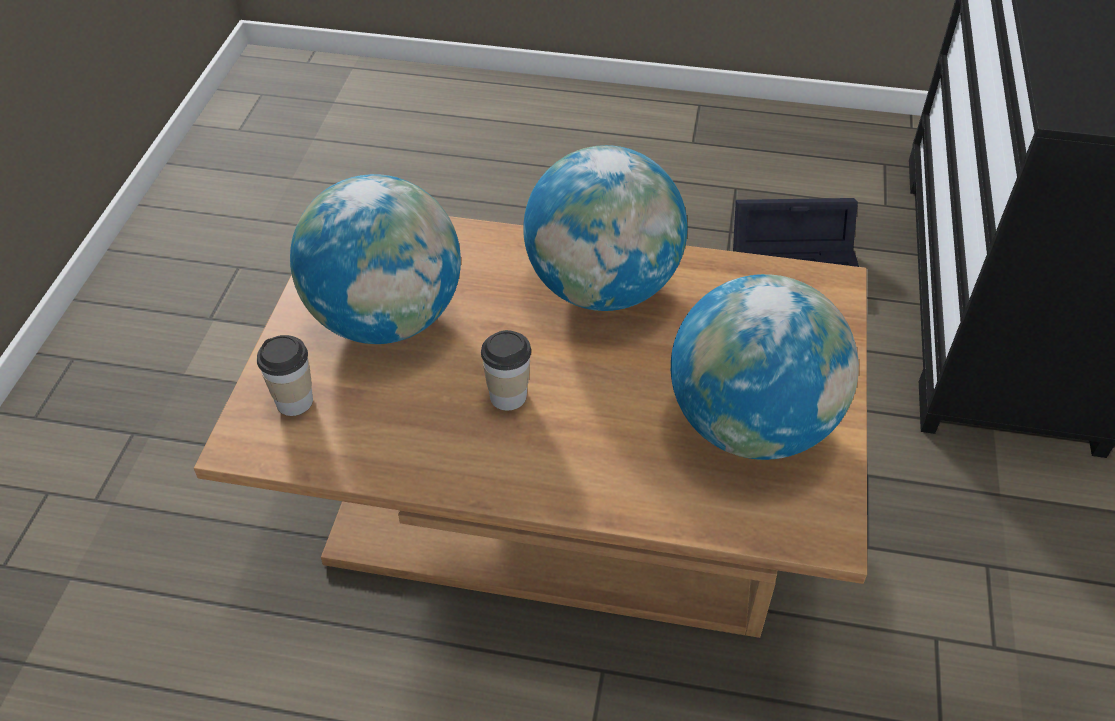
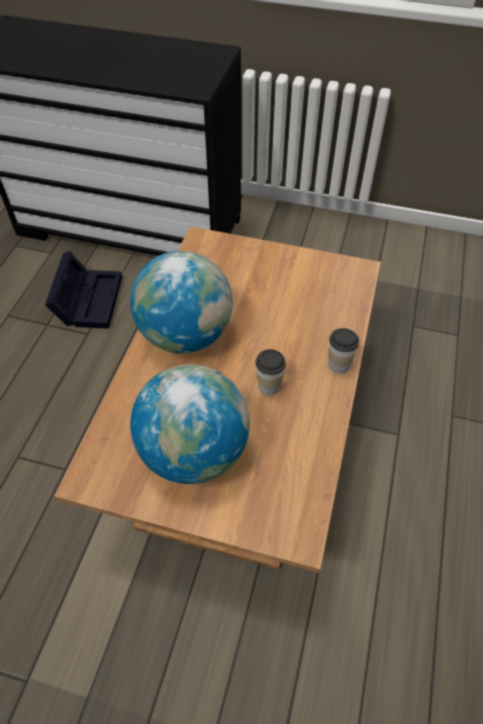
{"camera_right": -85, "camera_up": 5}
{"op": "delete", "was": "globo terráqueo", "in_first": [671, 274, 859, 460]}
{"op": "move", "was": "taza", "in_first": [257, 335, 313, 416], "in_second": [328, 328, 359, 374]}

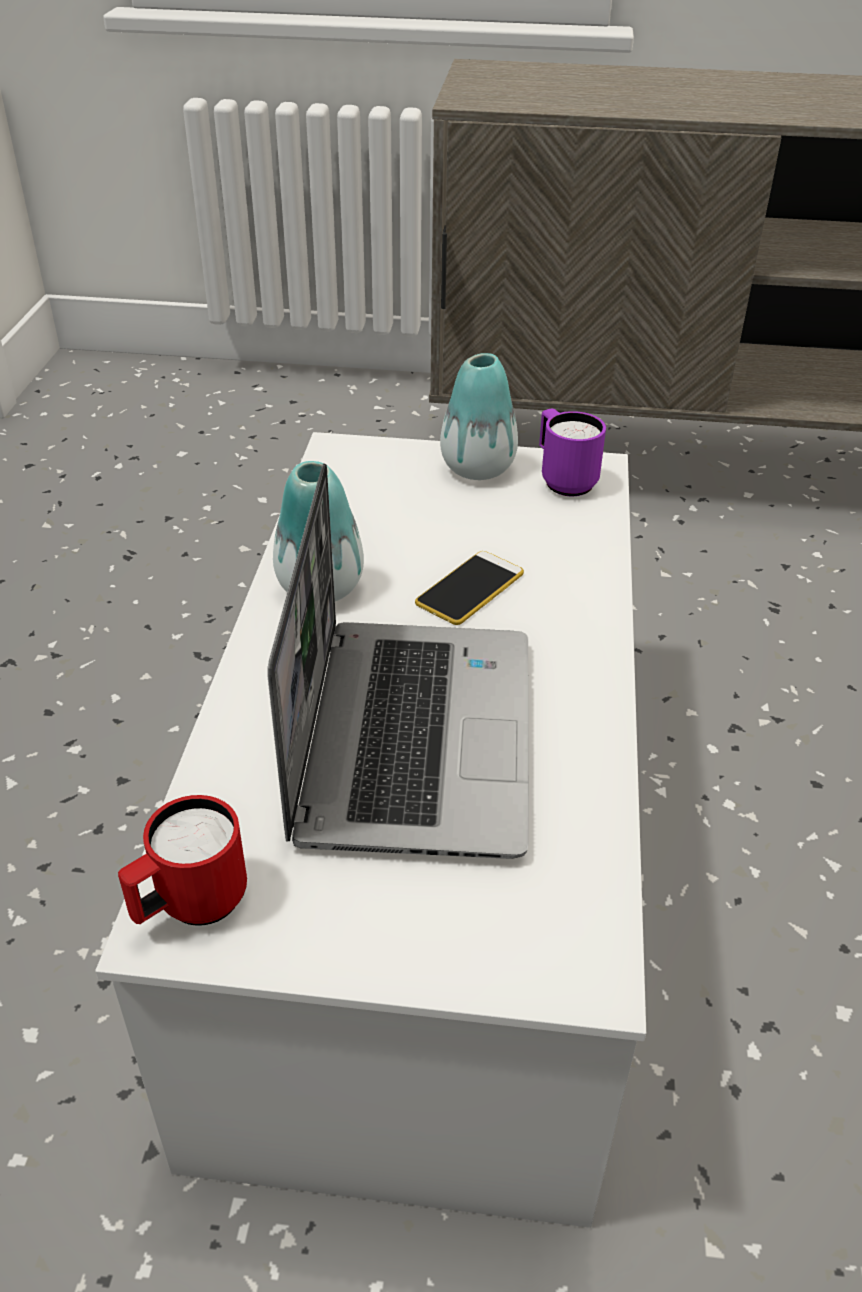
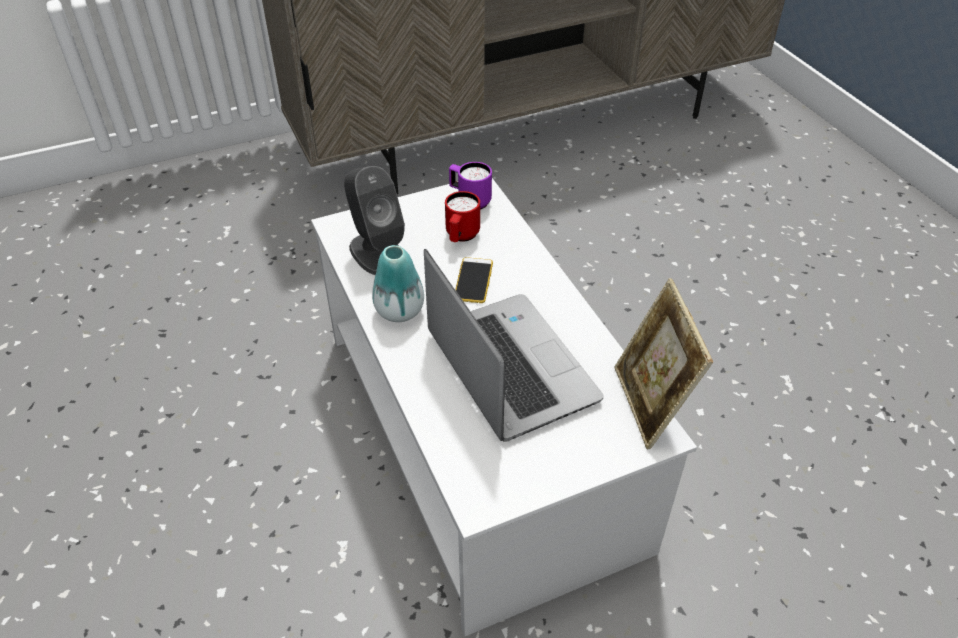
{"camera_right": -30, "camera_up": 5}
{"op": "delete", "was": "florero", "in_first": [440, 353, 518, 480]}
{"op": "move", "was": "taza grande [rojo]", "in_first": [118, 795, 247, 926], "in_second": [445, 191, 480, 242]}
{"op": "insert", "now": "altavoz [gris]", "in_second": [344, 166, 405, 275]}
{"op": "insert", "now": "portarretratos", "in_second": [614, 278, 713, 450]}

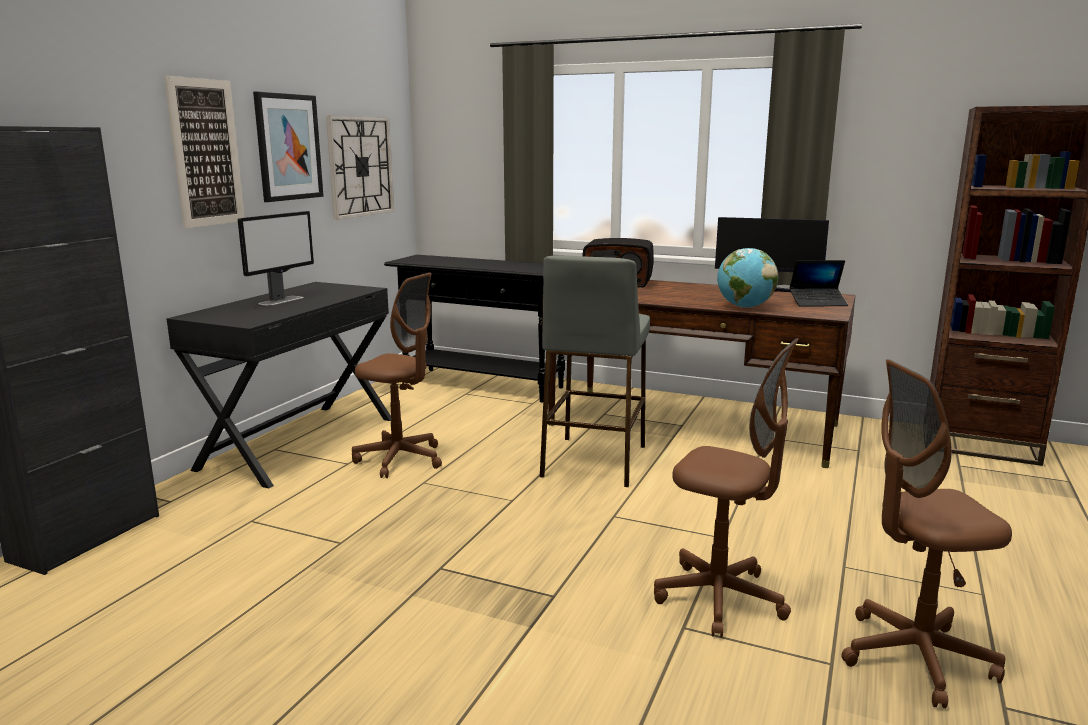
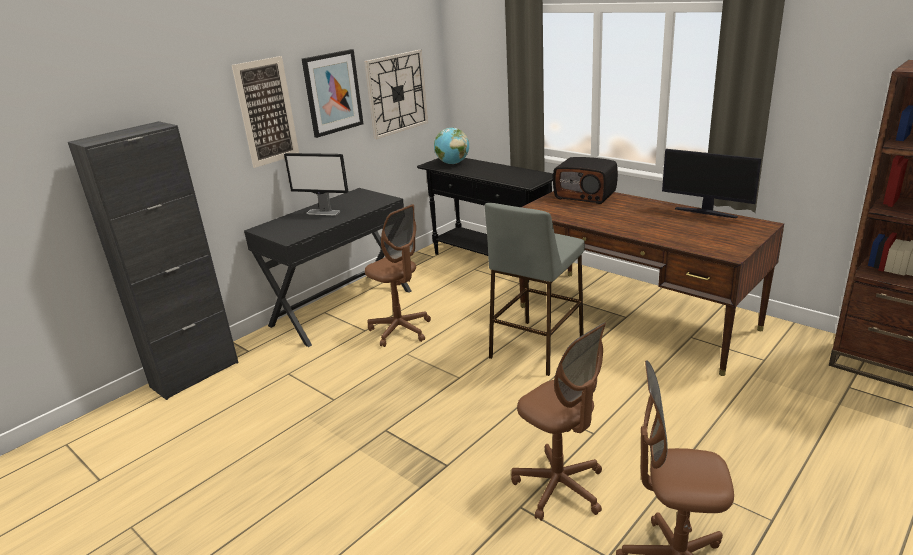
{"camera_right": 20, "camera_up": 10}
{"op": "rotate", "was": "monitor", "in_first": [238, 211, 314, 306], "in_second": [284, 153, 348, 215], "clockwise": 60}
{"op": "move", "was": "globo terráqueo", "in_first": [717, 248, 778, 308], "in_second": [434, 128, 469, 164]}
{"op": "delete", "was": "portátil", "in_first": [789, 260, 848, 307]}

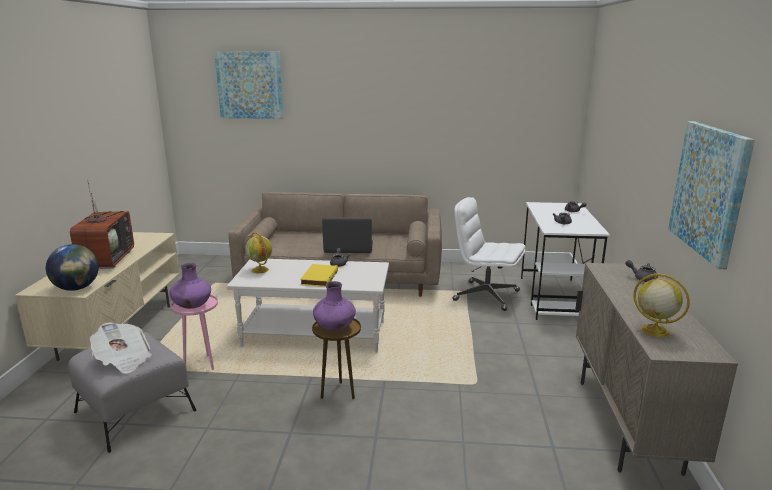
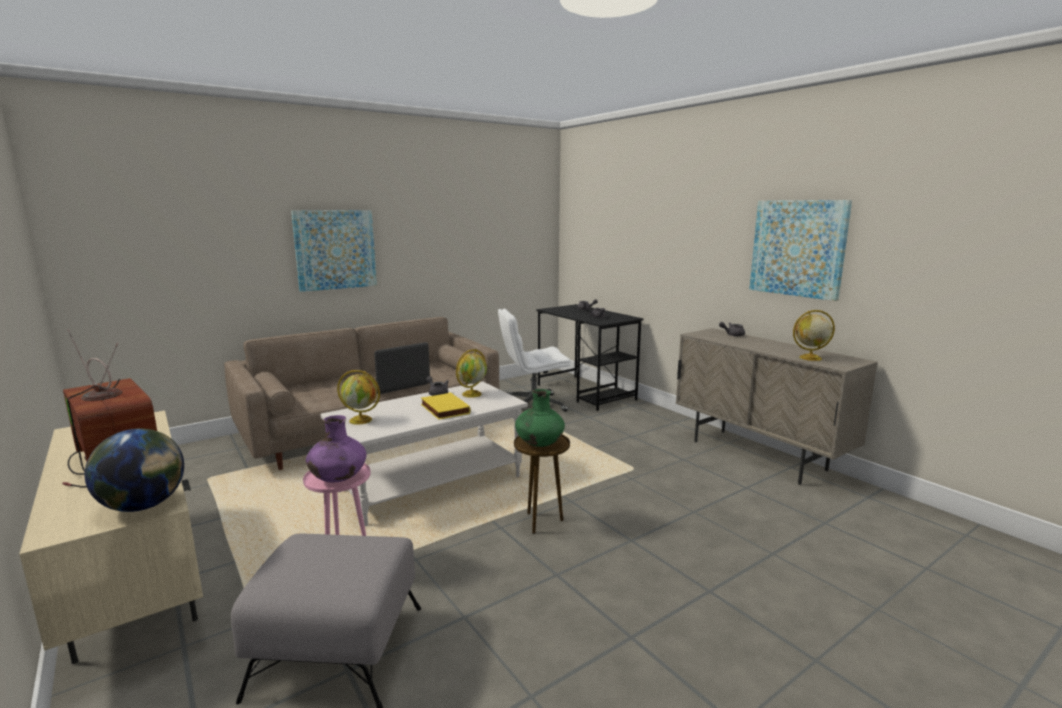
{"camera_right": -40, "camera_up": -5}
{"op": "move", "was": "cuadro", "in_first": [214, 51, 284, 119], "in_second": [291, 210, 377, 292]}
{"op": "recolor", "was": "escritorio [blanco]", "now": "escritorio [negro]", "in_first": [521, 202, 610, 320], "in_second": [536, 304, 644, 411]}
{"op": "recolor", "was": "florero [morado]", "now": "florero [verde]", "in_first": [313, 281, 356, 331], "in_second": [515, 389, 565, 447]}
{"op": "delete", "was": "periódico", "in_first": [90, 322, 152, 373]}
{"op": "insert", "now": "globo terráqueo", "in_second": [456, 349, 487, 398]}

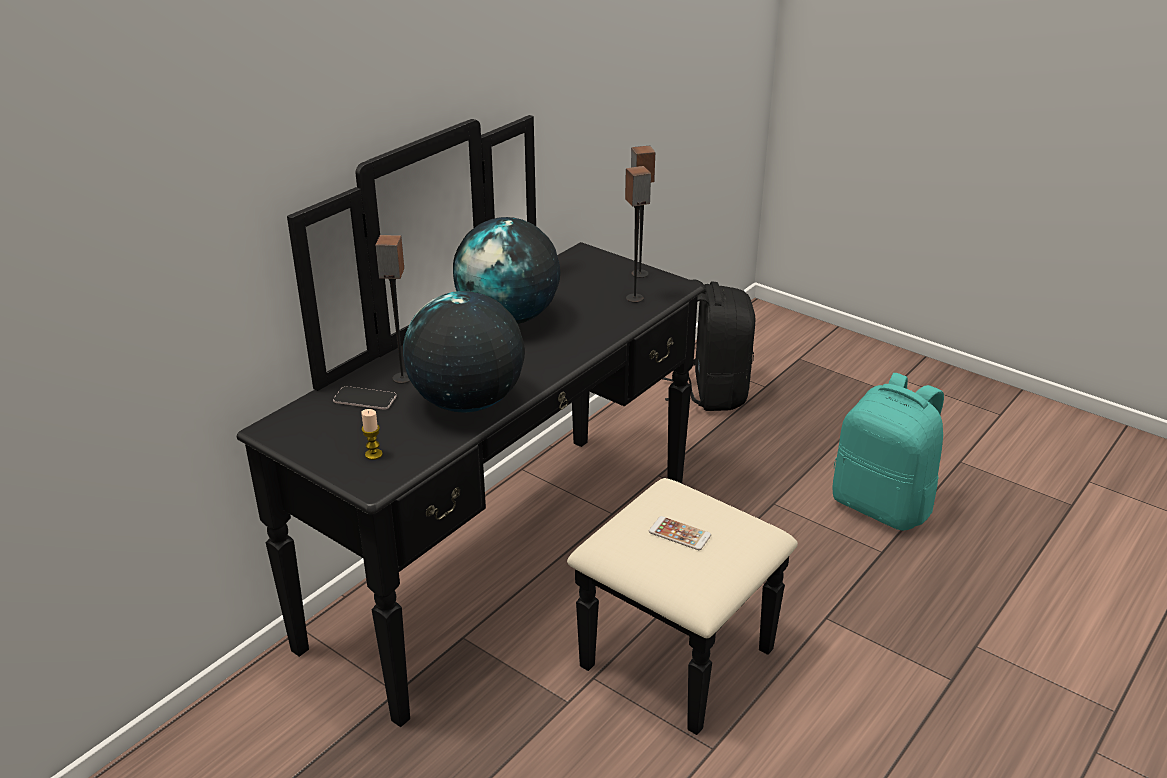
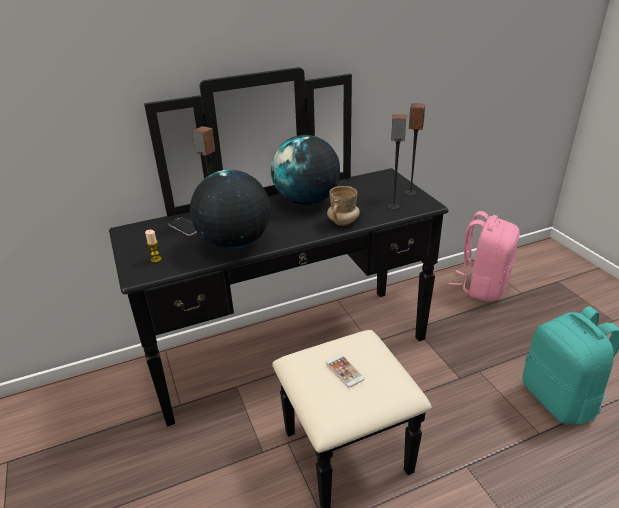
{"camera_right": 30, "camera_up": 0}
{"op": "recolor", "was": "mochila [negro]", "now": "mochila [rosa]", "in_first": [663, 280, 756, 411], "in_second": [449, 211, 520, 301]}
{"op": "insert", "now": "taza grande [beis]", "in_second": [327, 186, 360, 226]}

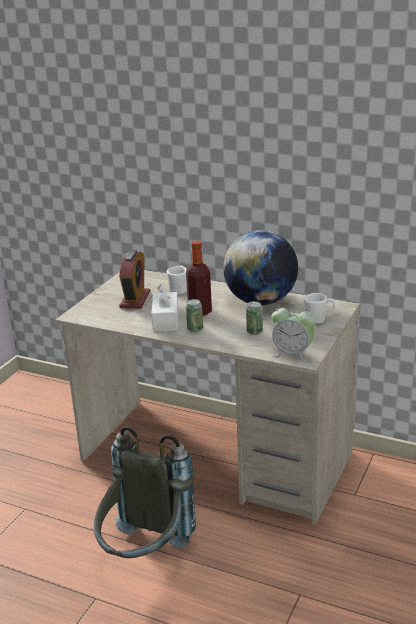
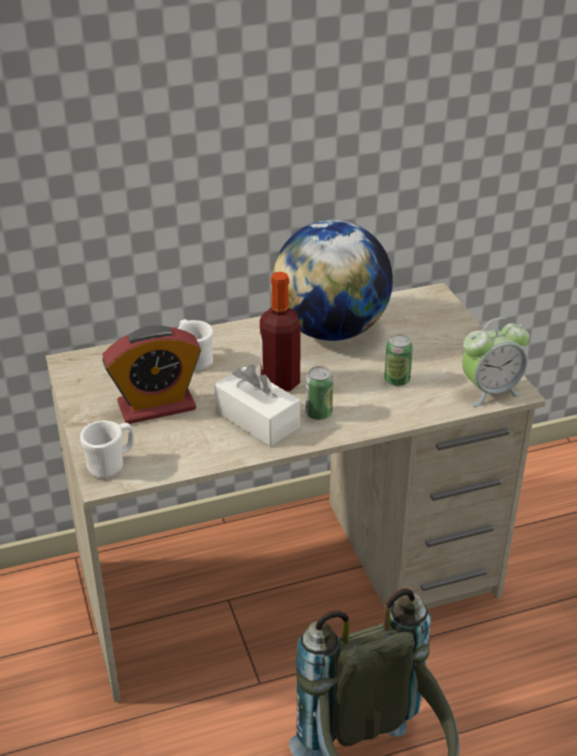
{"camera_right": -45, "camera_up": 10}
{"op": "rotate", "was": "despertador", "in_first": [119, 250, 150, 309], "in_second": [102, 326, 201, 424], "clockwise": 105}
{"op": "move", "was": "taza grande [blanco]", "in_first": [304, 293, 335, 324], "in_second": [80, 421, 134, 479]}

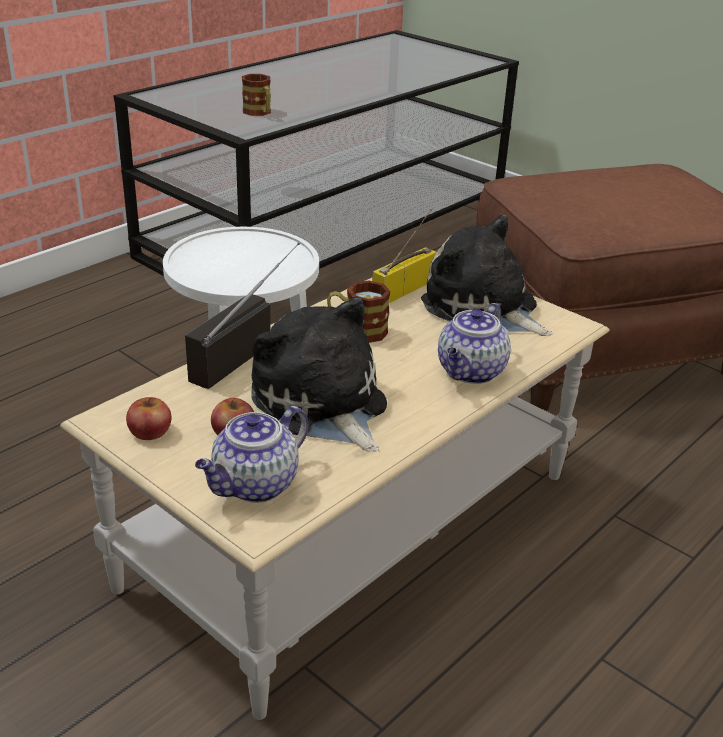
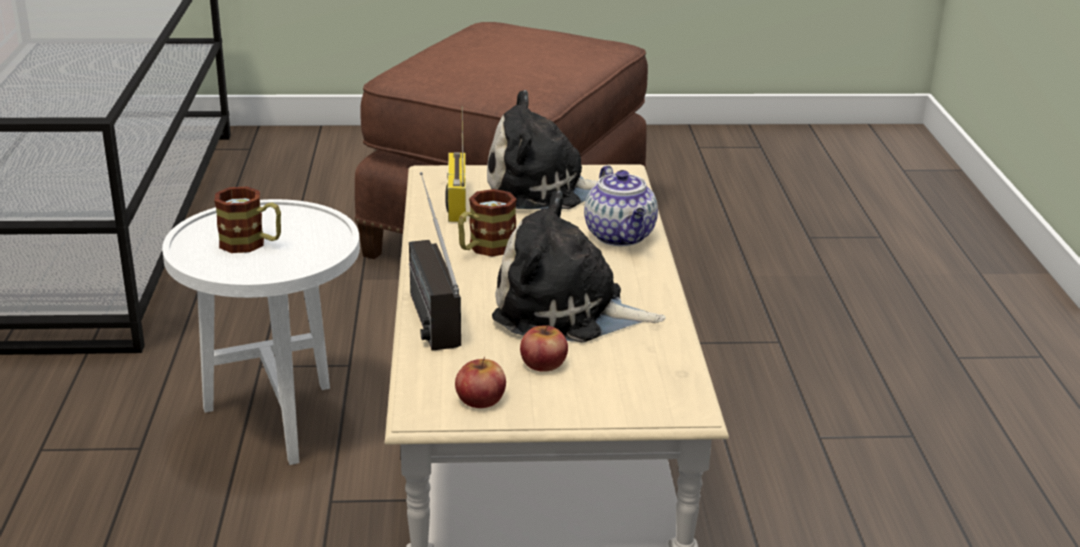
{"camera_right": -45, "camera_up": -5}
{"op": "move", "was": "taza grande", "in_first": [242, 74, 271, 116], "in_second": [214, 186, 281, 253]}
{"op": "delete", "was": "tetera", "in_first": [195, 406, 308, 503]}

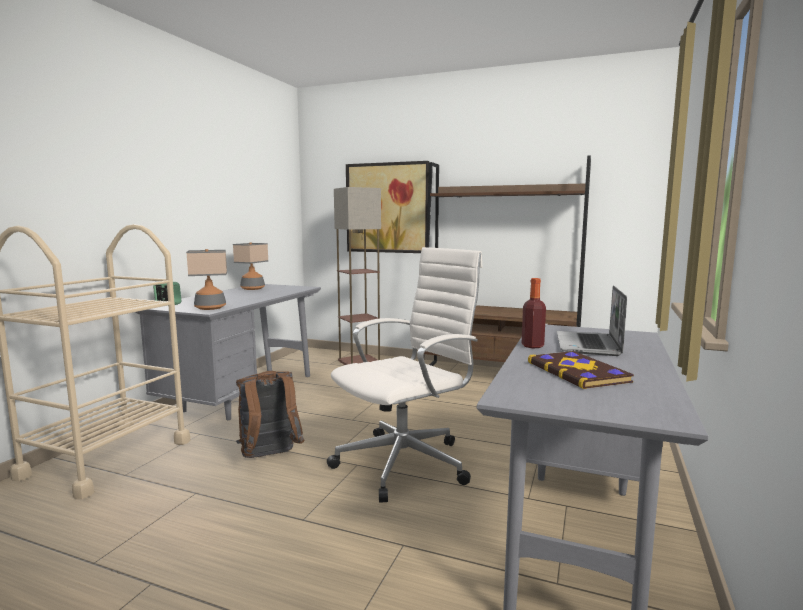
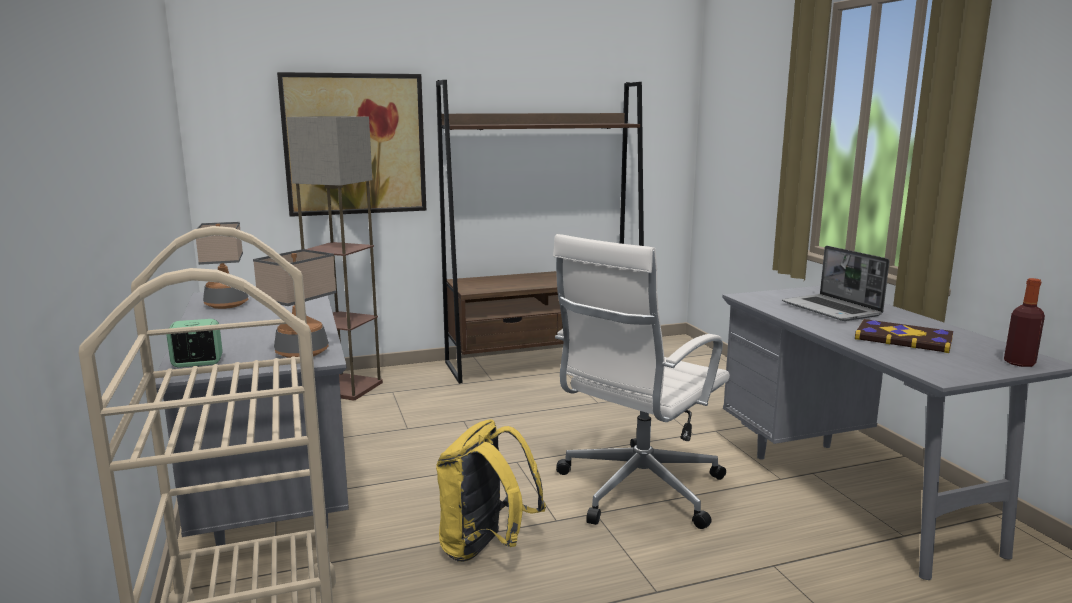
{"camera_right": -40, "camera_up": 5}
{"op": "rotate", "was": "silla de oficina [blanco]", "in_first": [327, 247, 483, 503], "in_second": [553, 234, 730, 529], "clockwise": -150}
{"op": "move", "was": "botella", "in_first": [521, 278, 546, 348], "in_second": [1004, 278, 1045, 367]}
{"op": "recolor", "was": "mochila [marrón]", "now": "mochila [amarillo]", "in_first": [236, 371, 305, 458], "in_second": [436, 419, 546, 562]}

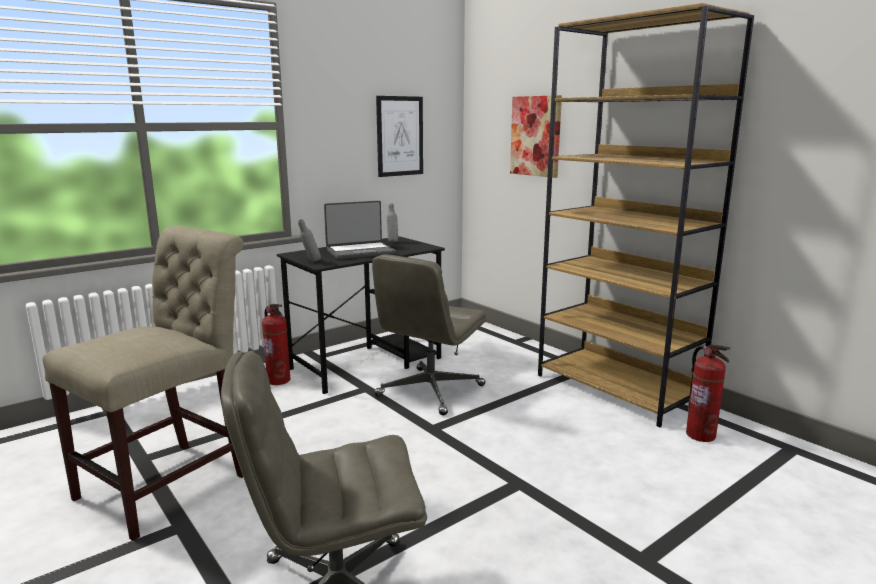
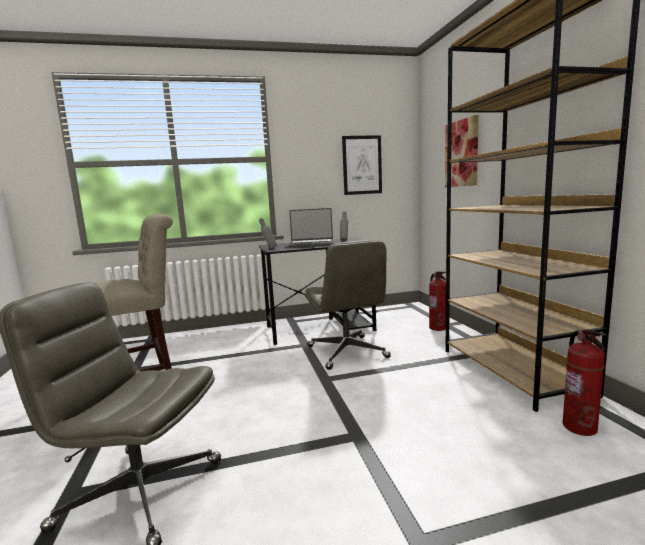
{"camera_right": 25, "camera_up": -5}
{"op": "rotate", "was": "silla de oficina [gris]", "in_first": [372, 254, 487, 416], "in_second": [305, 240, 391, 370], "clockwise": -75}
{"op": "move", "was": "extintor", "in_first": [262, 304, 290, 385], "in_second": [429, 271, 446, 331]}

